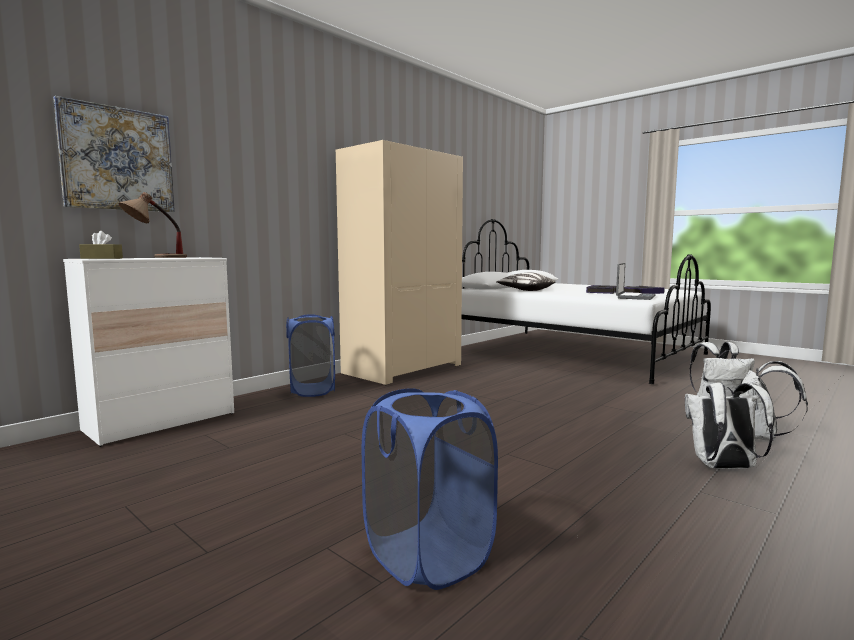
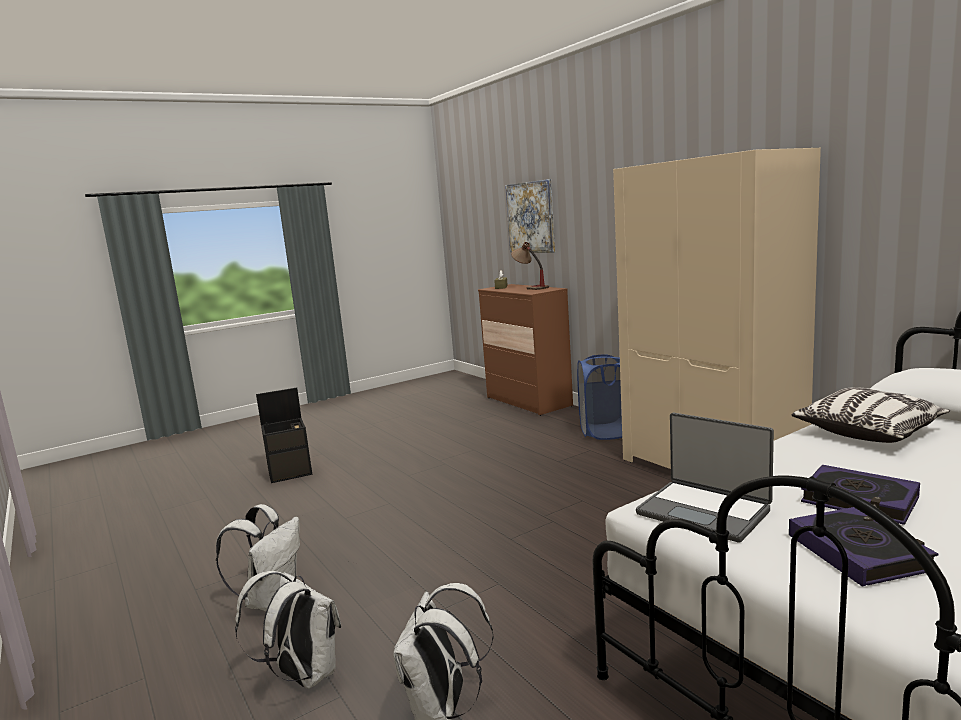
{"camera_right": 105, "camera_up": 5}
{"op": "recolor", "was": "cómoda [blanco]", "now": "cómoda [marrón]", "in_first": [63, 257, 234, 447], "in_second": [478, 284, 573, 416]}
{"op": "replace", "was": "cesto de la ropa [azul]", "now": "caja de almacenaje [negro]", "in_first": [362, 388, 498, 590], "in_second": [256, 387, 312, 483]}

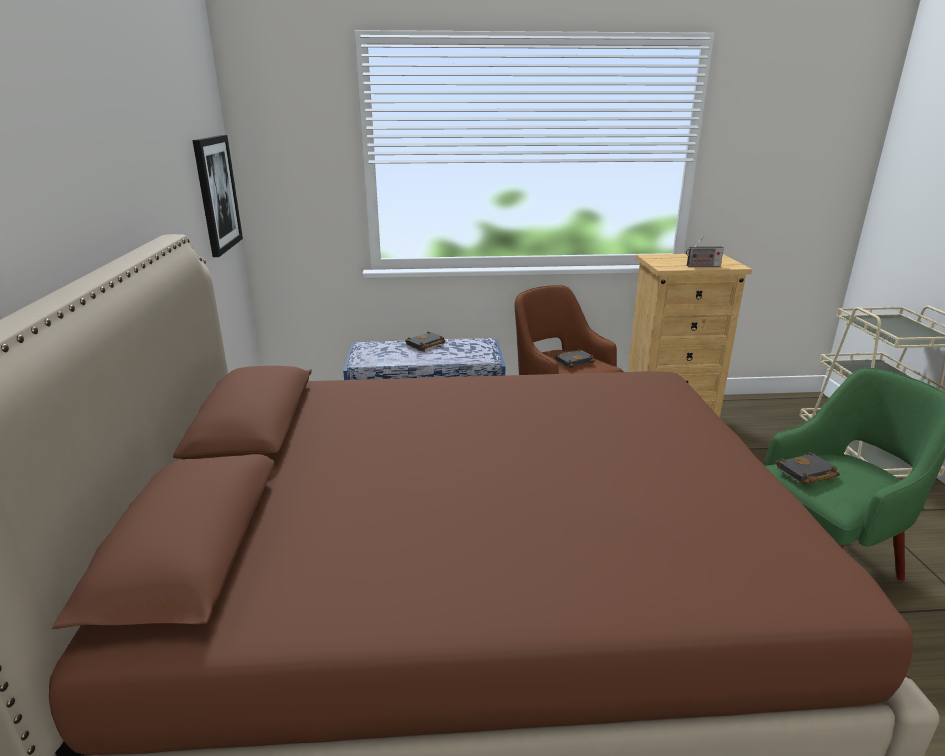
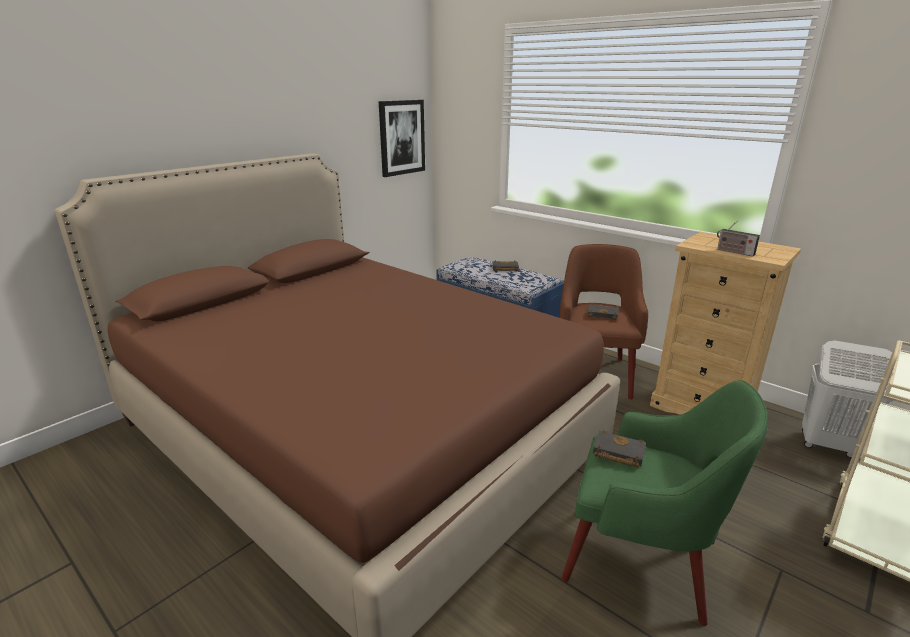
{"camera_right": 45, "camera_up": 0}
{"op": "insert", "now": "cesto de la ropa [blanco]", "in_second": [802, 341, 894, 458]}

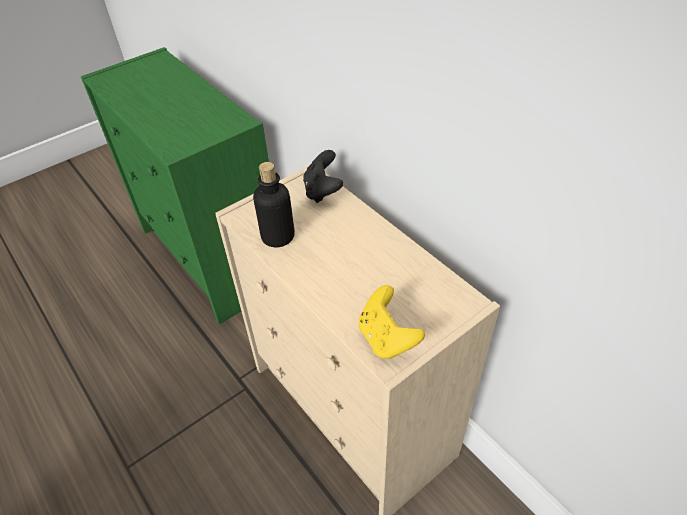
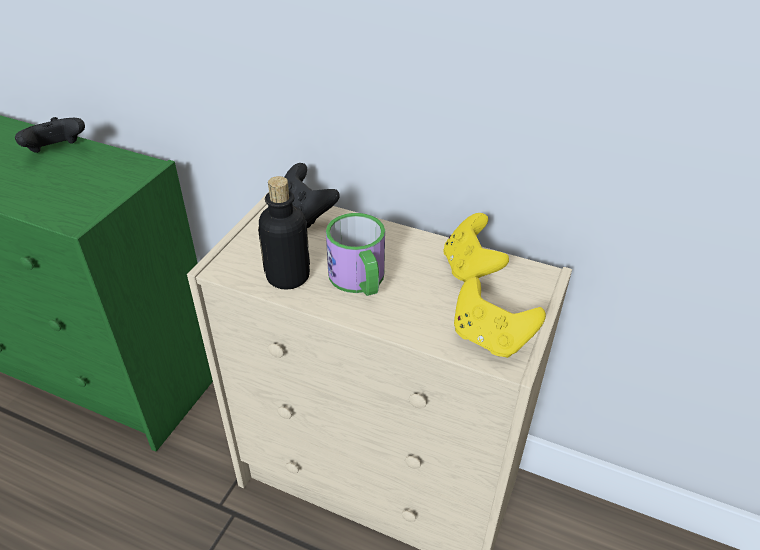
{"camera_right": -30, "camera_up": -5}
{"op": "insert", "now": "mando de consola [negro]", "in_second": [15, 117, 85, 153]}
{"op": "insert", "now": "taza grande", "in_second": [326, 213, 385, 296]}
{"op": "insert", "now": "mando de consola [amarillo]", "in_second": [444, 213, 509, 283]}

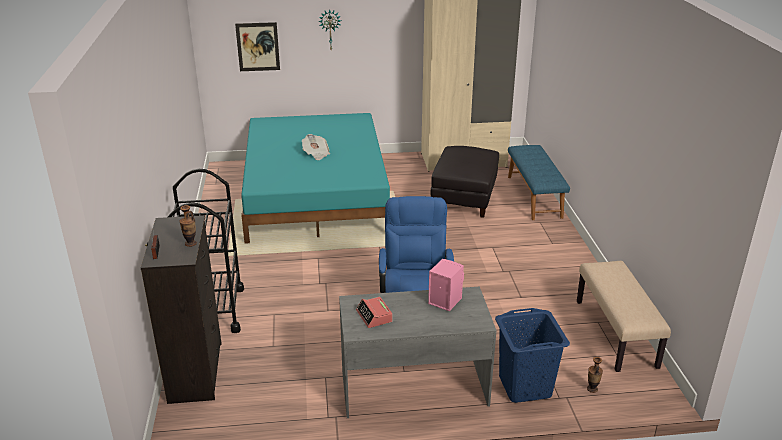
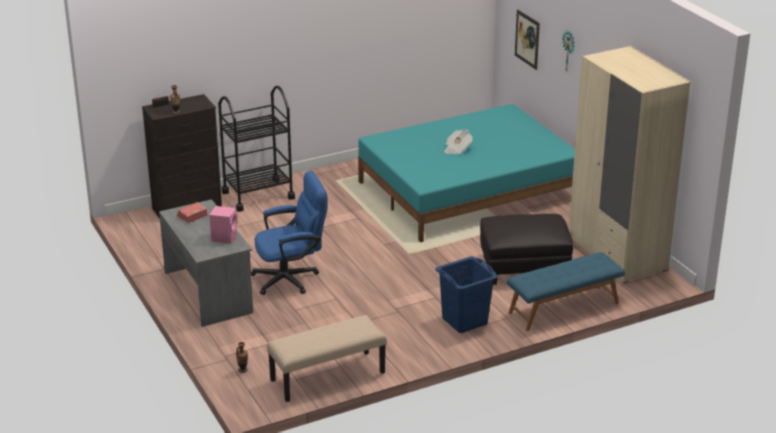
{"camera_right": 70, "camera_up": 0}
{"op": "move", "was": "cesto de la ropa [azul]", "in_first": [495, 308, 570, 403], "in_second": [435, 256, 498, 333]}

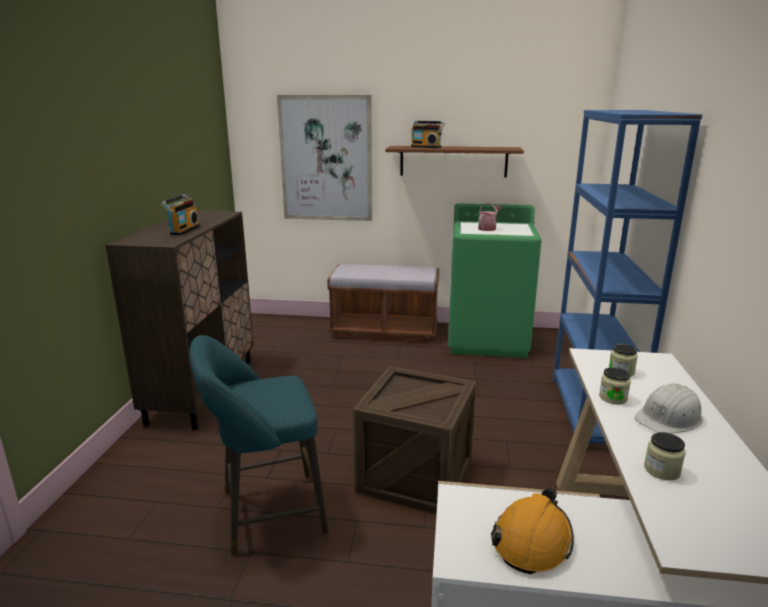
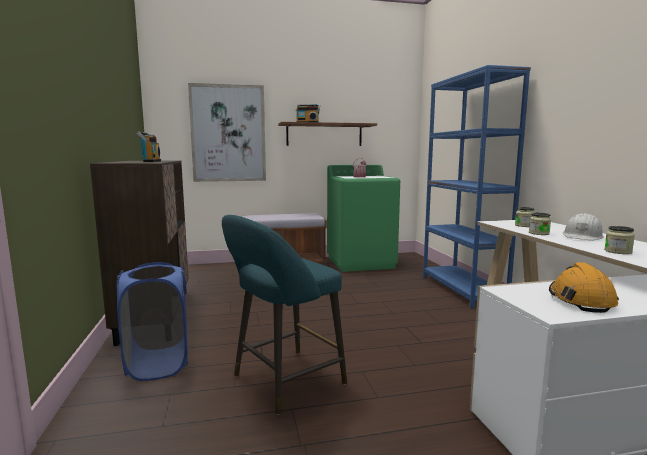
{"camera_right": -20, "camera_up": -10}
{"op": "delete", "was": "caja de embalaje", "in_first": [353, 366, 476, 515]}
{"op": "insert", "now": "cesto de la ropa [azul]", "in_second": [116, 262, 188, 381]}

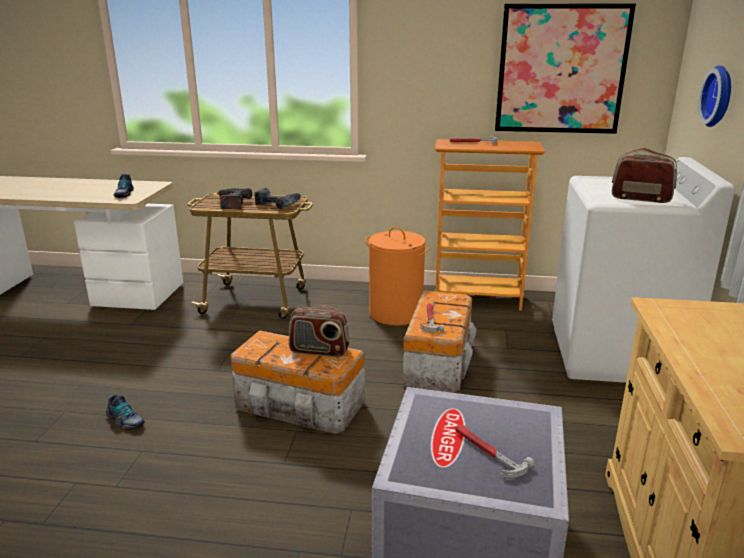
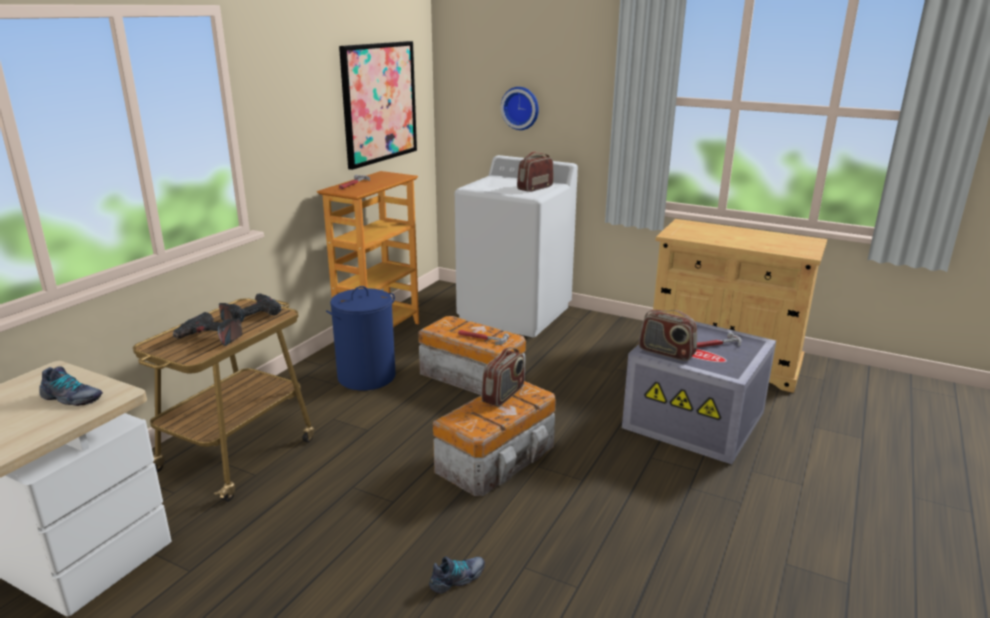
{"camera_right": -70, "camera_up": 0}
{"op": "recolor", "was": "cesto de la ropa [naranja]", "now": "cesto de la ropa [azul]", "in_first": [366, 227, 431, 326], "in_second": [326, 286, 396, 391]}
{"op": "insert", "now": "radio", "in_second": [639, 310, 697, 361]}

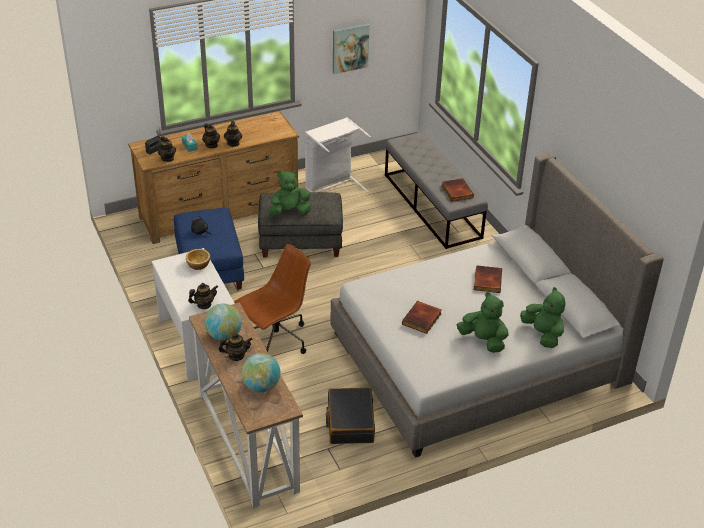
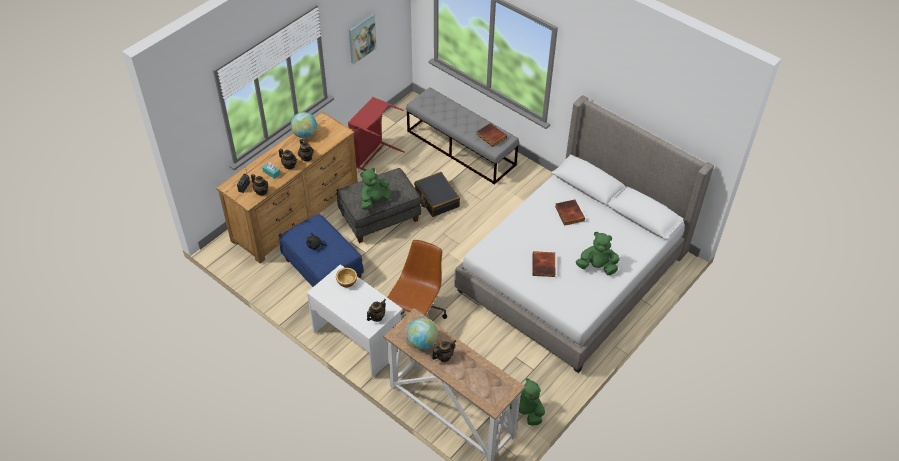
{"camera_right": -25, "camera_up": 10}
{"op": "recolor", "was": "cesto de la ropa [blanco]", "now": "cesto de la ropa [rojo]", "in_first": [305, 117, 371, 193], "in_second": [348, 97, 405, 171]}
{"op": "move", "was": "peluche [verde]", "in_first": [520, 287, 565, 348], "in_second": [510, 378, 545, 426]}
{"op": "move", "was": "globo terráqueo", "in_first": [241, 353, 280, 392], "in_second": [291, 112, 317, 138]}
{"op": "move", "was": "maleta [negro]", "in_first": [326, 388, 375, 444], "in_second": [414, 172, 460, 217]}

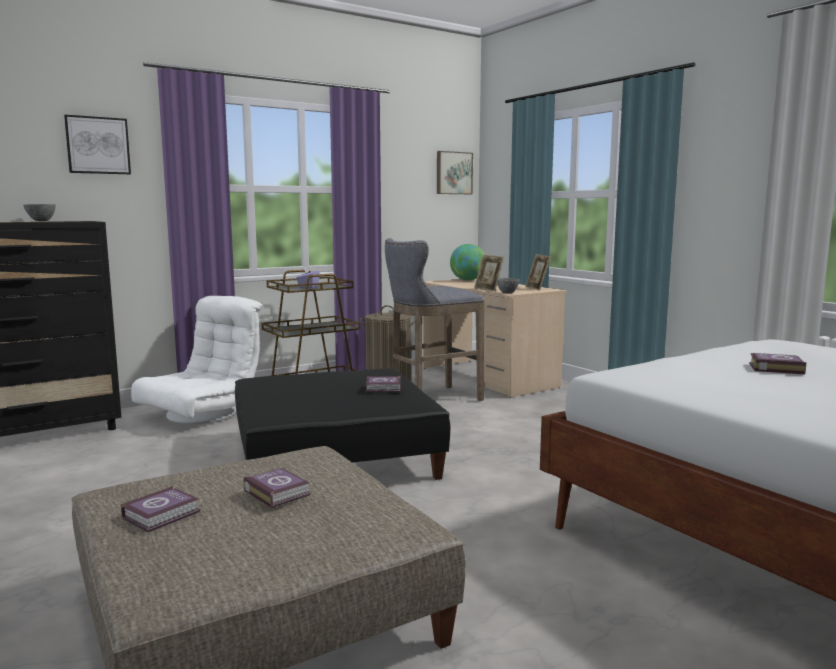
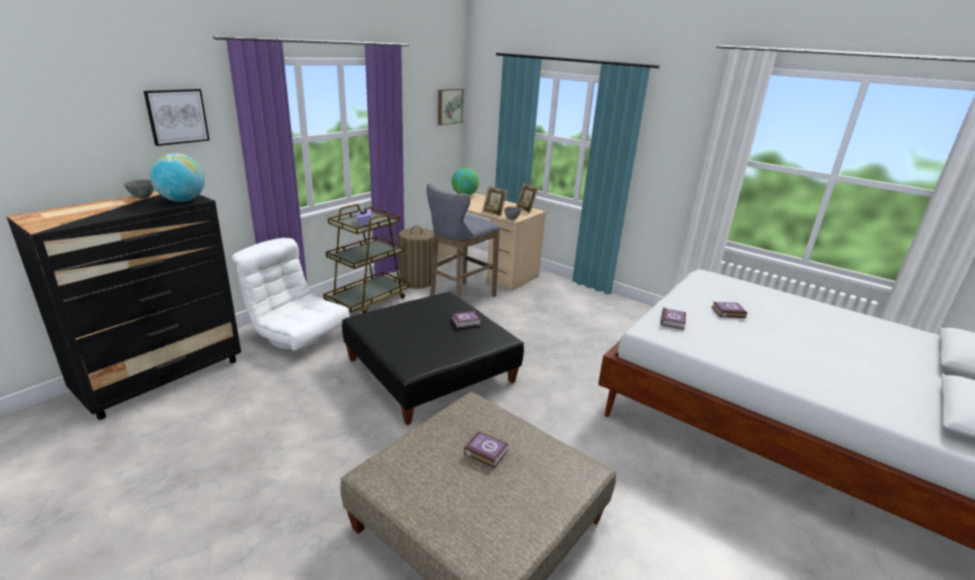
{"camera_right": -20, "camera_up": 15}
{"op": "rotate", "was": "sillón [blanco]", "in_first": [131, 296, 263, 424], "in_second": [232, 238, 350, 351], "clockwise": -75}
{"op": "move", "was": "libro", "in_first": [121, 486, 200, 532], "in_second": [661, 307, 686, 330]}
{"op": "insert", "now": "globo terráqueo", "in_second": [150, 153, 205, 202]}

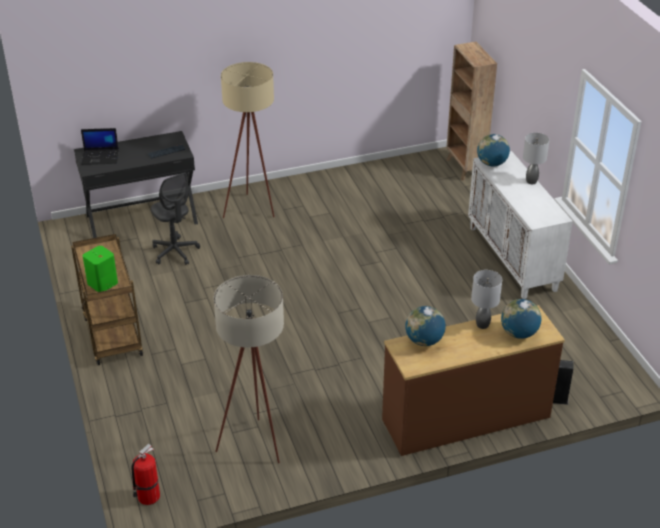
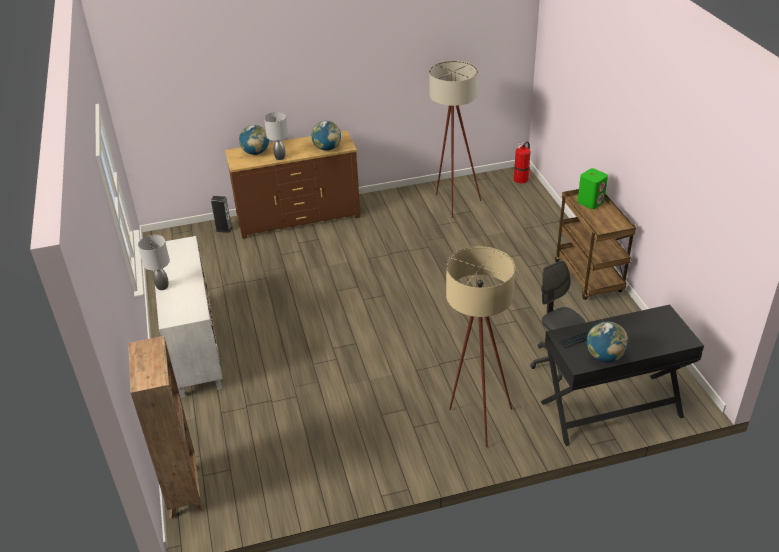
{"camera_right": -175, "camera_up": 0}
{"op": "delete", "was": "portátil", "in_first": [81, 128, 119, 165]}
{"op": "move", "was": "globo terráqueo", "in_first": [477, 134, 510, 167], "in_second": [586, 321, 629, 362]}

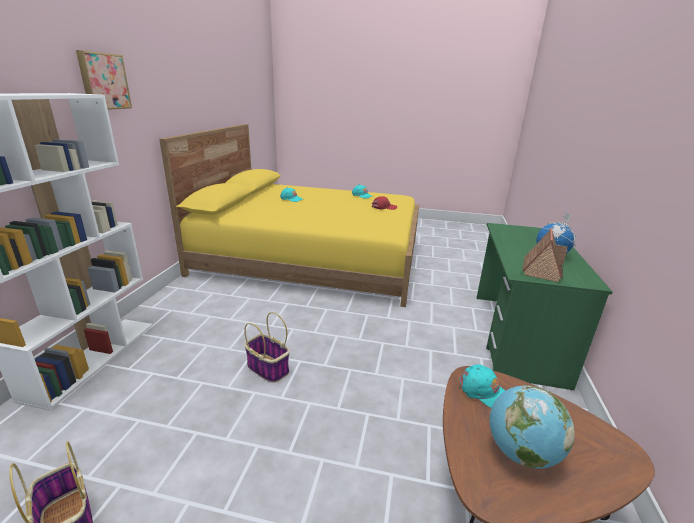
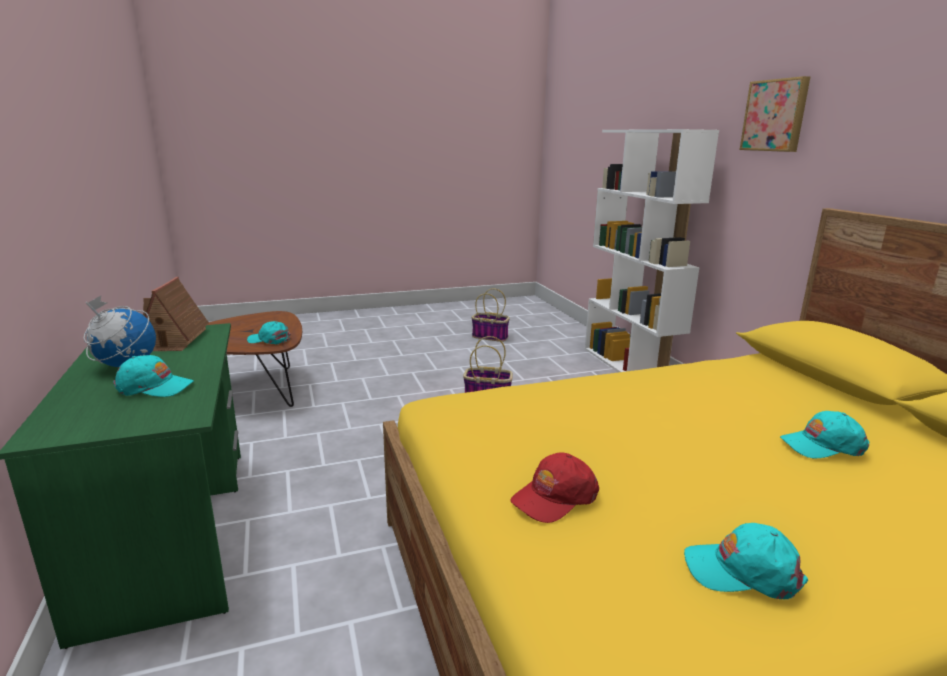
{"camera_right": 150, "camera_up": -5}
{"op": "delete", "was": "globo terráqueo", "in_first": [490, 385, 575, 469]}
{"op": "insert", "now": "gorra [turquesa]", "in_second": [113, 355, 194, 397]}

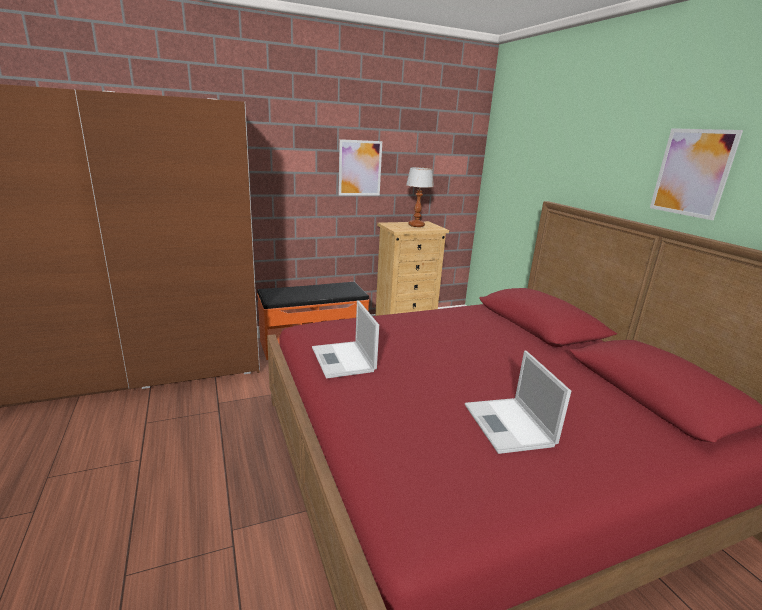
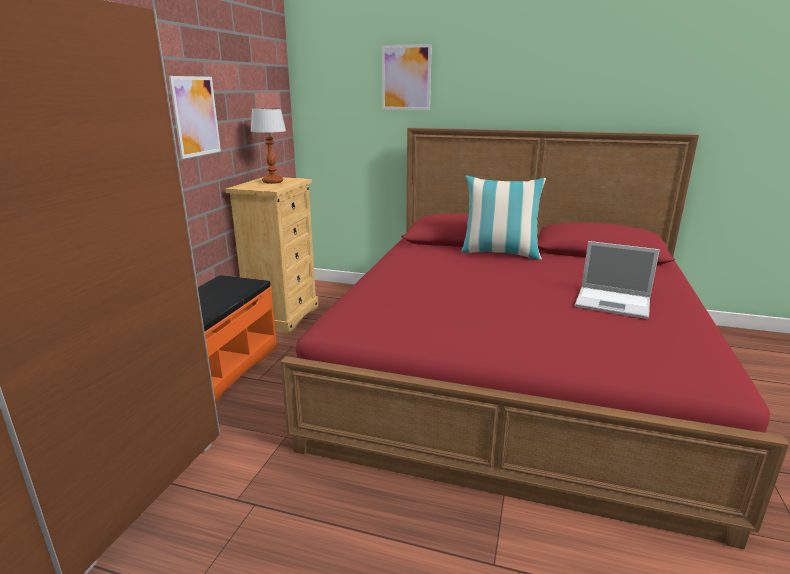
{"camera_right": -50, "camera_up": 0}
{"op": "move", "was": "cuadro", "in_first": [650, 128, 743, 220], "in_second": [382, 44, 432, 110]}
{"op": "delete", "was": "portátil", "in_first": [312, 300, 379, 378]}
{"op": "insert", "now": "cojín", "in_second": [461, 176, 546, 260]}

